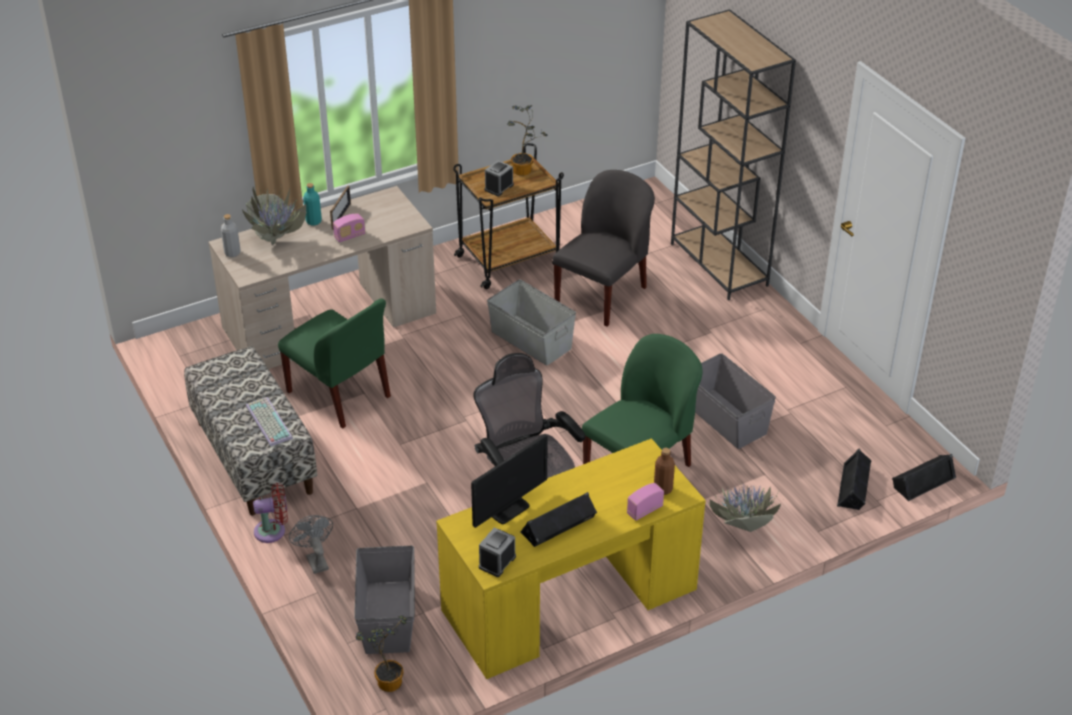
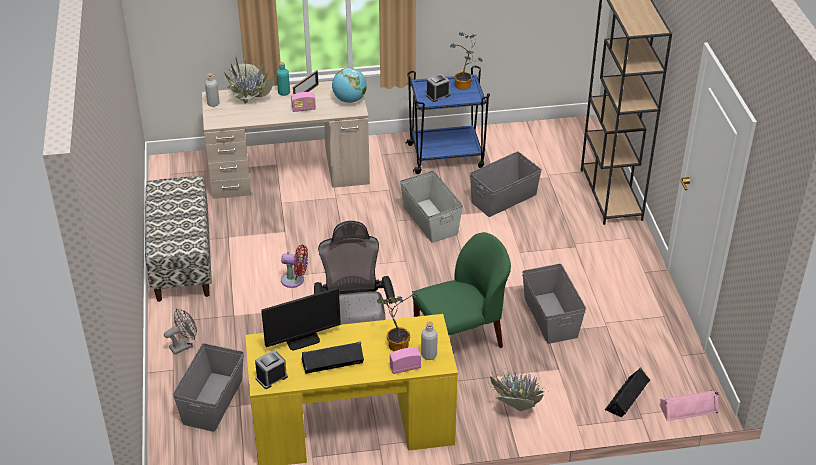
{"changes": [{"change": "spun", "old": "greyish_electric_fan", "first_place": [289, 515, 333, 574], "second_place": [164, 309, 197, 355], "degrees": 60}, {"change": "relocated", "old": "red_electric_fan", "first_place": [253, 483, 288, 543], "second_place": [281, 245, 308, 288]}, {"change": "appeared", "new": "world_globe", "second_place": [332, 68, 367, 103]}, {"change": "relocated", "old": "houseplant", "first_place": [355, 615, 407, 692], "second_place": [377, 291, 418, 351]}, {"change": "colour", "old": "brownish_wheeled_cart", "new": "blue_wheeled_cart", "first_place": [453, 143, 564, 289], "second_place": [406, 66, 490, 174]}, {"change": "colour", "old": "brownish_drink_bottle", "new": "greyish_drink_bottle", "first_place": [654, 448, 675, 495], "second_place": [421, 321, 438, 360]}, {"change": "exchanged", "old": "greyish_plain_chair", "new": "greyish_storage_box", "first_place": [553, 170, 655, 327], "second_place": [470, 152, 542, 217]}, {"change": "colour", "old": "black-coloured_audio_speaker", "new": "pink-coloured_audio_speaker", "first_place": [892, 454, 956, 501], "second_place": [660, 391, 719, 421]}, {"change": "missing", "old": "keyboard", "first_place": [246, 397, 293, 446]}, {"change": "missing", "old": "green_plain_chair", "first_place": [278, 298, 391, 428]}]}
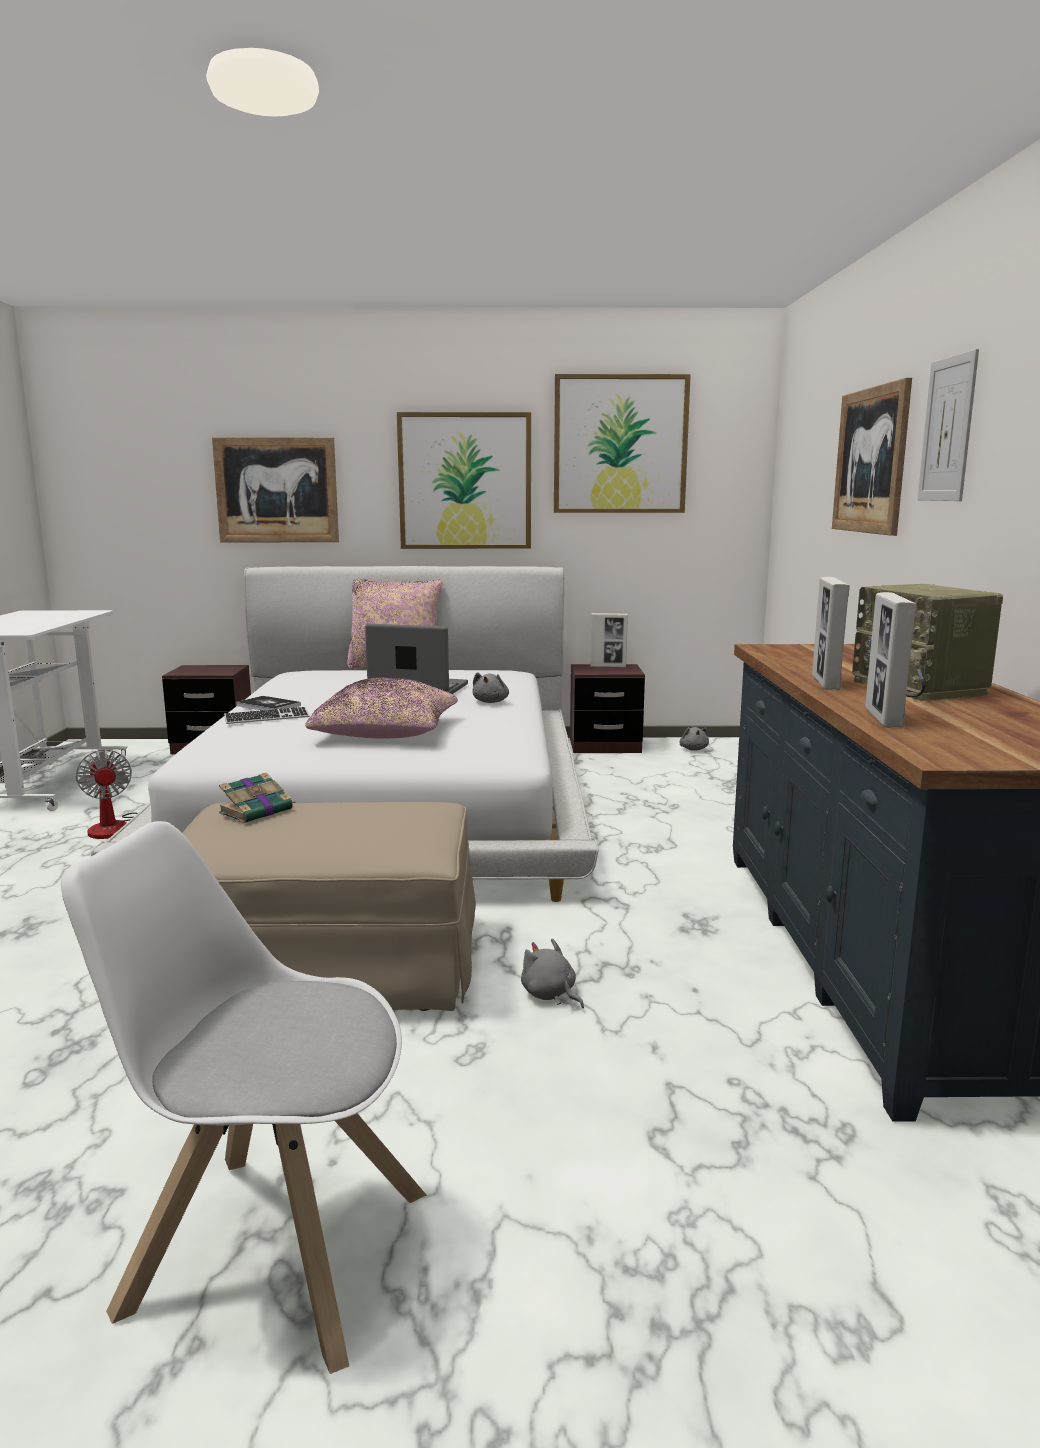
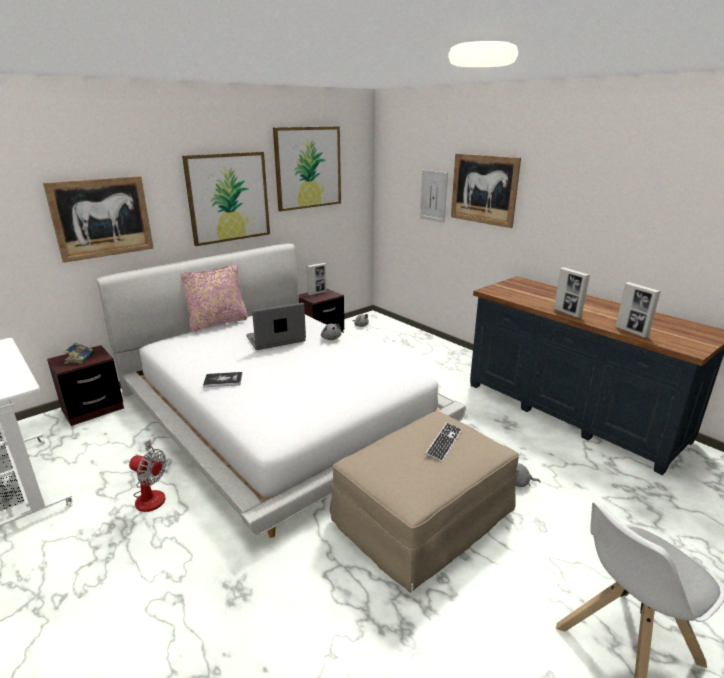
{"changes": [{"change": "relocated", "old": "bound_book", "first_place": [219, 772, 295, 823], "second_place": [63, 342, 94, 363]}, {"change": "relocated", "old": "picture", "first_place": [917, 349, 979, 501], "second_place": [420, 170, 448, 223]}, {"change": "relocated", "old": "keyboard", "first_place": [224, 707, 309, 724], "second_place": [425, 422, 462, 462]}, {"change": "missing", "old": "pink-coloured_pillow", "first_place": [305, 677, 458, 738]}, {"change": "missing", "old": "radio_receiver", "first_place": [852, 584, 1003, 701]}]}
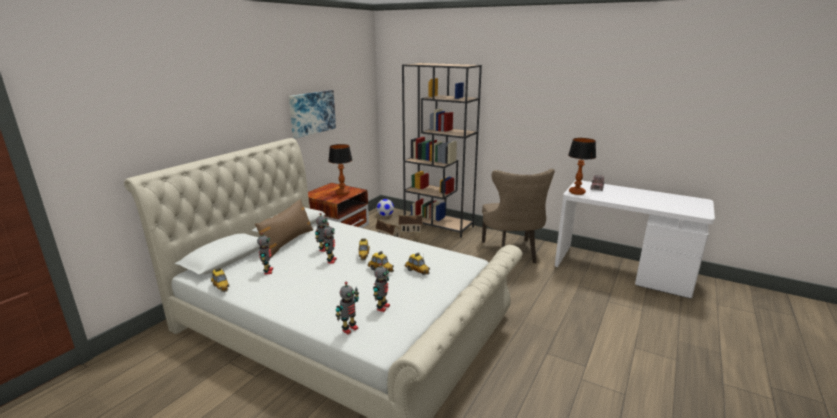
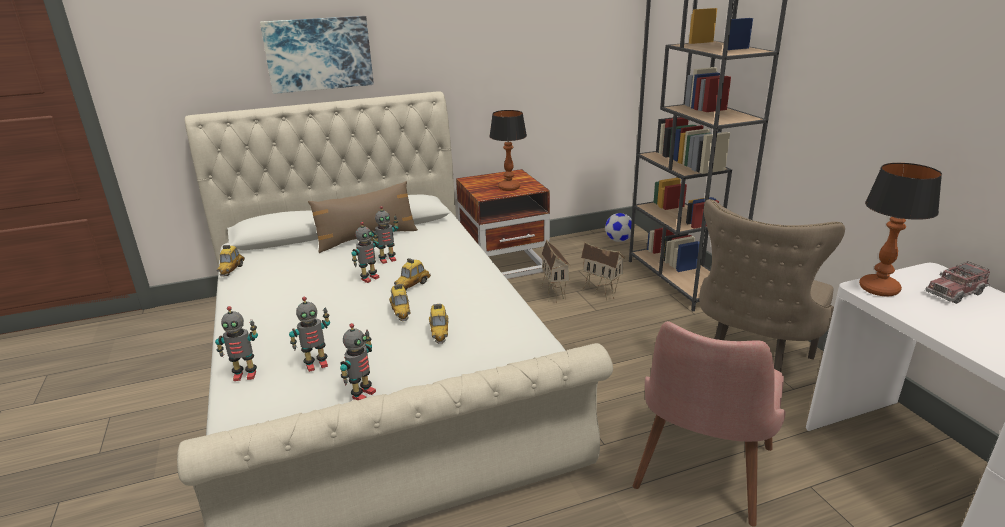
{"changes": [{"change": "relocated", "old": "picture", "first_place": [289, 90, 336, 138], "second_place": [260, 16, 374, 94]}, {"change": "relocated", "old": "robot_figure", "first_place": [257, 232, 273, 274], "second_place": [340, 323, 376, 400]}, {"change": "appeared", "new": "pink-coloured_plain_chair", "second_place": [633, 321, 786, 527]}]}
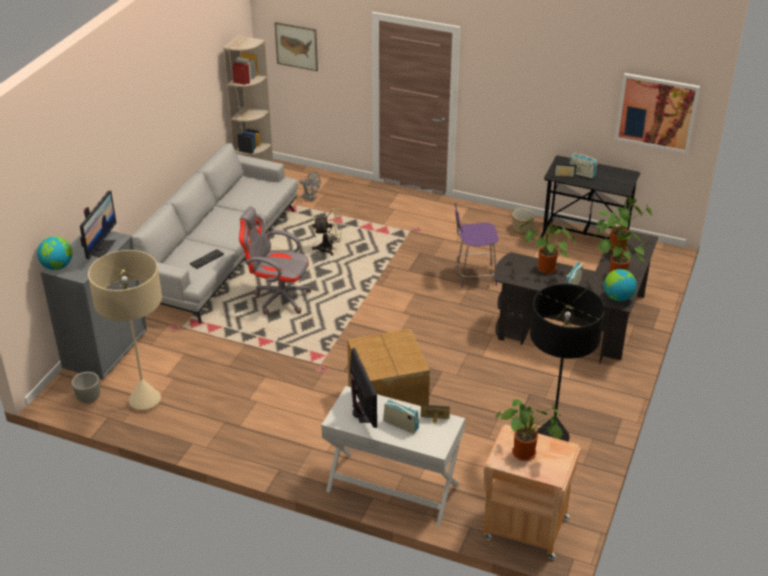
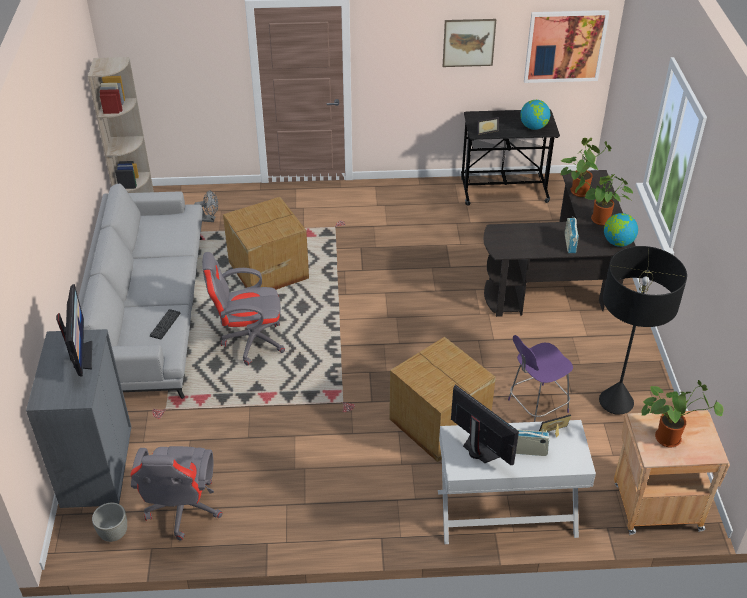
{"changes": [{"change": "exchanged", "old": "beige-coloured_standard_lamp", "new": "greyish_computer_chair", "first_place": [88, 250, 162, 411], "second_place": [130, 446, 222, 541]}, {"change": "exchanged", "old": "beige-coloured_electric_fan", "new": "carton", "first_place": [312, 208, 342, 256], "second_place": [223, 197, 309, 290]}, {"change": "relocated", "old": "picture", "first_place": [275, 22, 318, 71], "second_place": [443, 19, 496, 67]}, {"change": "relocated", "old": "purple_plain_chair", "first_place": [455, 202, 499, 287], "second_place": [508, 335, 573, 422]}, {"change": "relocated", "old": "world_globe", "first_place": [37, 236, 72, 270], "second_place": [520, 100, 550, 130]}, {"change": "missing", "old": "flower_pot", "first_place": [512, 208, 535, 235]}, {"change": "missing", "old": "houseplant", "first_place": [520, 217, 576, 274]}, {"change": "missing", "old": "radio_receiver", "first_place": [569, 152, 597, 179]}]}
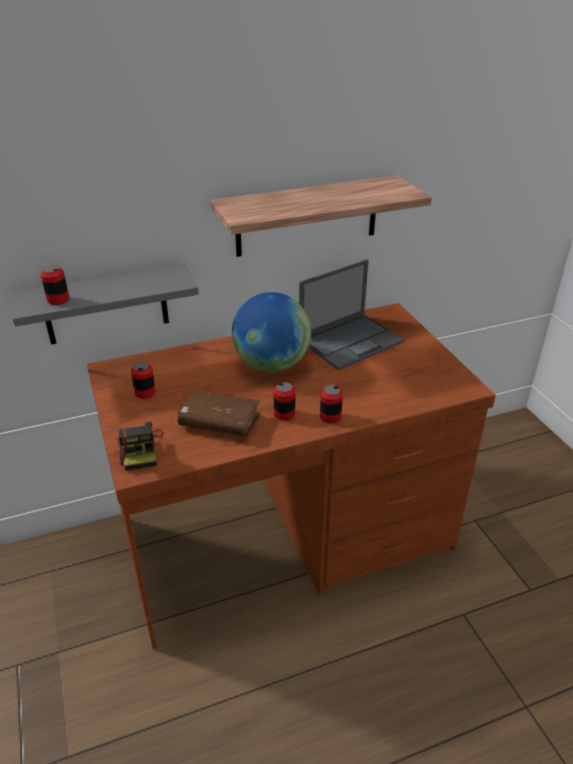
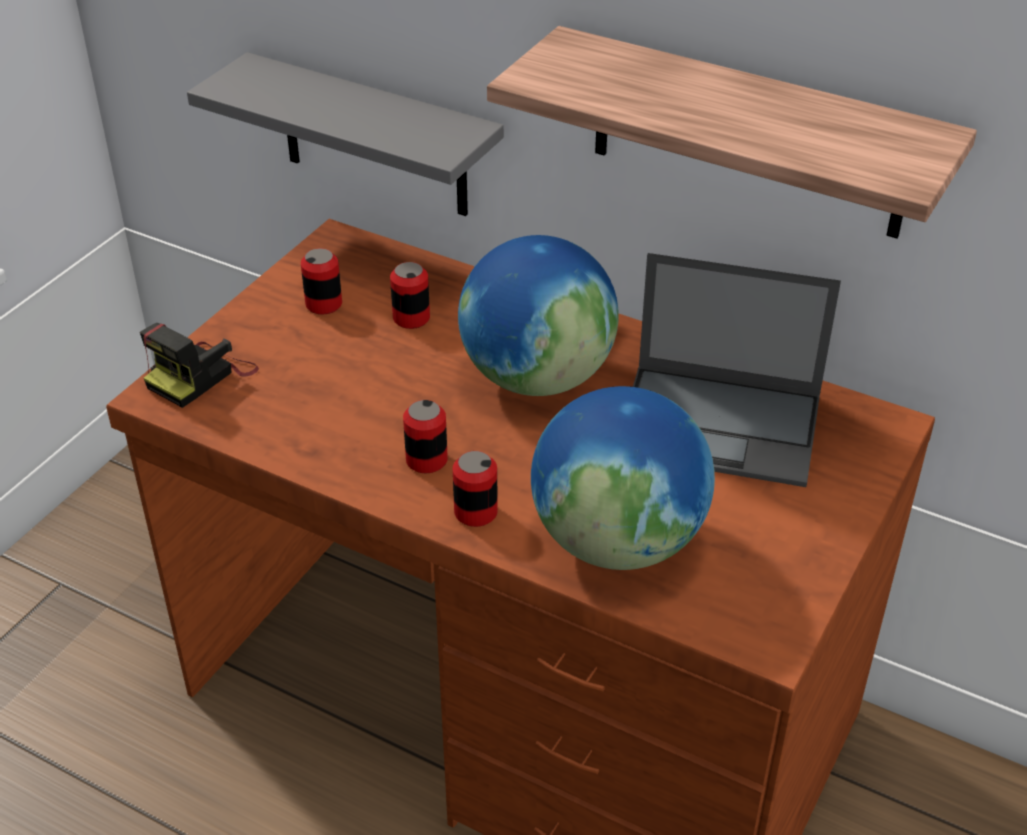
{"changes": [{"change": "relocated", "old": "metal_can", "first_place": [40, 265, 69, 305], "second_place": [390, 262, 430, 329]}, {"change": "appeared", "new": "world_globe", "second_place": [531, 386, 715, 570]}, {"change": "missing", "old": "brownish_bound_book", "first_place": [178, 390, 261, 437]}]}
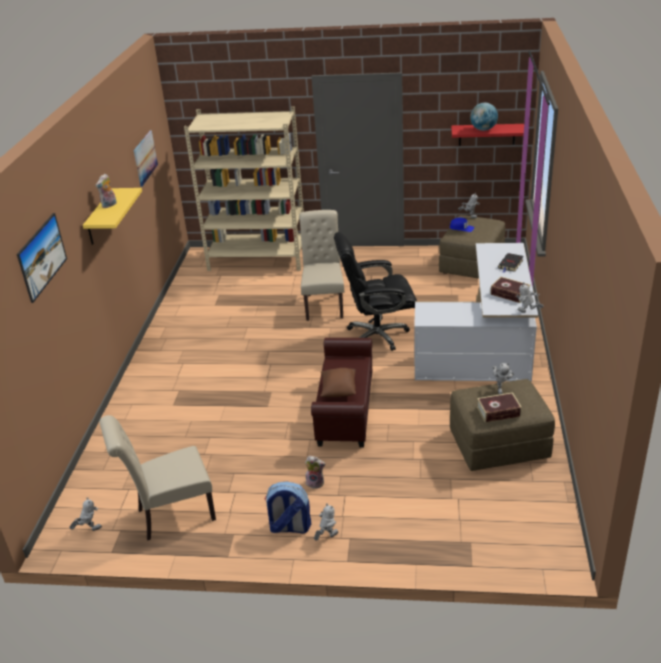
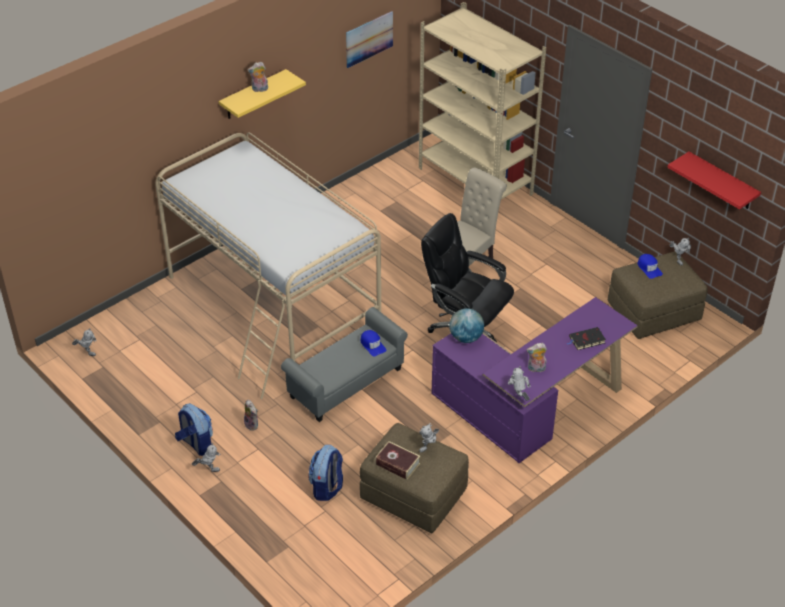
{"changes": [{"change": "appeared", "new": "beige-coloured_bedroom_bed", "second_place": [155, 132, 381, 399]}, {"change": "colour", "old": "brownish_footrest", "new": "greyish_footrest", "first_place": [311, 338, 372, 448], "second_place": [281, 307, 408, 422]}, {"change": "appeared", "new": "backpack", "second_place": [308, 445, 343, 501]}, {"change": "appeared", "new": "blue_cap", "second_place": [361, 330, 387, 356]}, {"change": "colour", "old": "white_desk_unit", "new": "purple_desk_unit", "first_place": [414, 243, 538, 382], "second_place": [431, 297, 638, 463]}, {"change": "relocated", "old": "world_globe", "first_place": [470, 103, 498, 131], "second_place": [449, 308, 484, 343]}, {"change": "exchanged", "old": "bound_book", "new": "cuddly_toy", "first_place": [490, 277, 530, 303], "second_place": [527, 343, 547, 372]}, {"change": "missing", "old": "picture", "first_place": [17, 213, 67, 303]}, {"change": "missing", "old": "beige-coloured_plain_chair", "first_place": [100, 415, 216, 541]}, {"change": "missing", "old": "brownish_pillow", "first_place": [320, 368, 356, 397]}]}
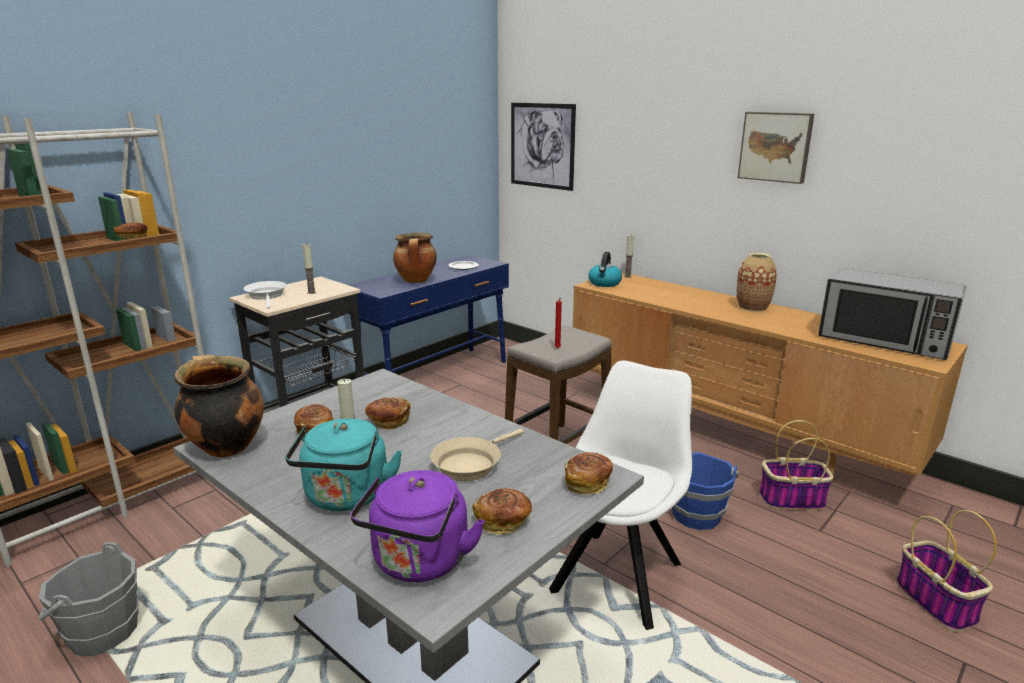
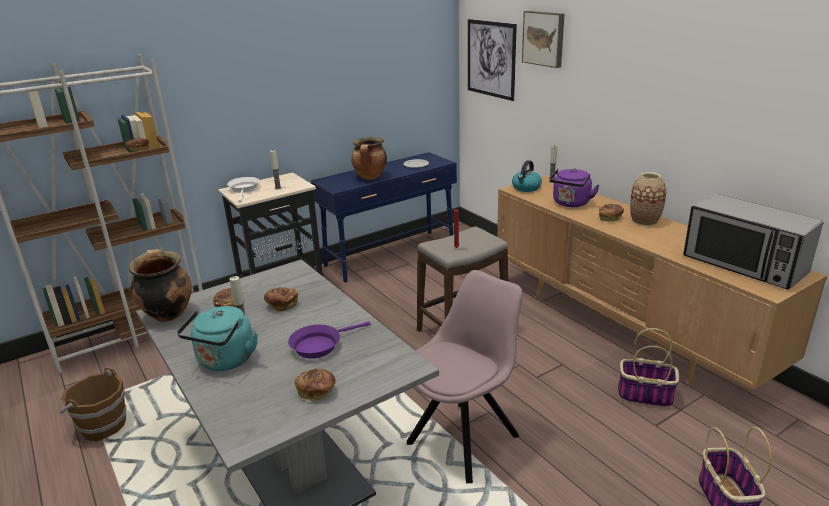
{"changes": [{"change": "colour", "old": "greyish_pail", "new": "brownish_pail", "first_place": [38, 542, 138, 656], "second_place": [59, 367, 126, 441]}, {"change": "colour", "old": "beige-coloured_pan", "new": "purple_pan", "first_place": [430, 429, 524, 481], "second_place": [288, 321, 371, 359]}, {"change": "colour", "old": "white_plain_chair", "new": "pink-coloured_plain_chair", "first_place": [549, 360, 692, 630], "second_place": [407, 270, 523, 483]}, {"change": "relocated", "old": "picture", "first_place": [738, 112, 814, 184], "second_place": [522, 11, 565, 68]}, {"change": "relocated", "old": "purple_water_kettle", "first_place": [350, 470, 484, 582], "second_place": [549, 168, 599, 207]}, {"change": "relocated", "old": "baked_bread", "first_place": [565, 452, 613, 494], "second_place": [599, 204, 624, 222]}, {"change": "missing", "old": "blue_pail", "first_place": [672, 452, 739, 530]}]}
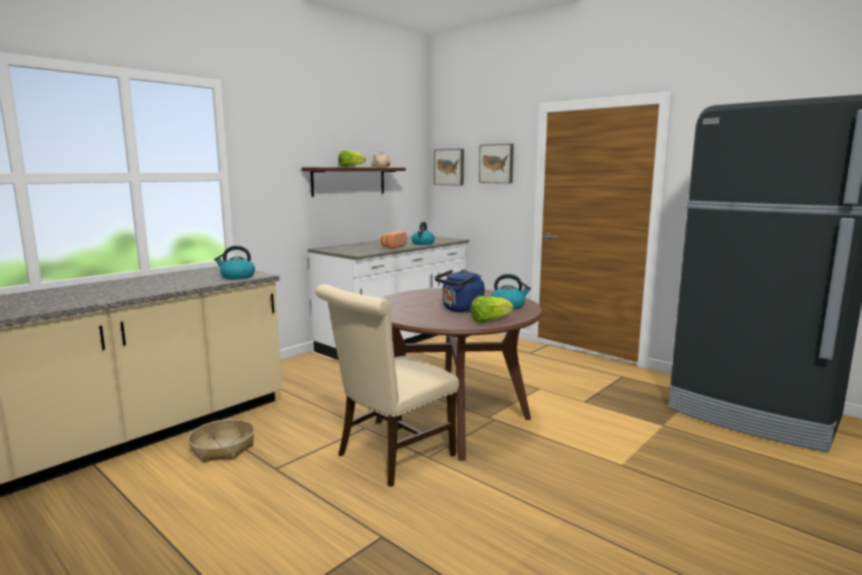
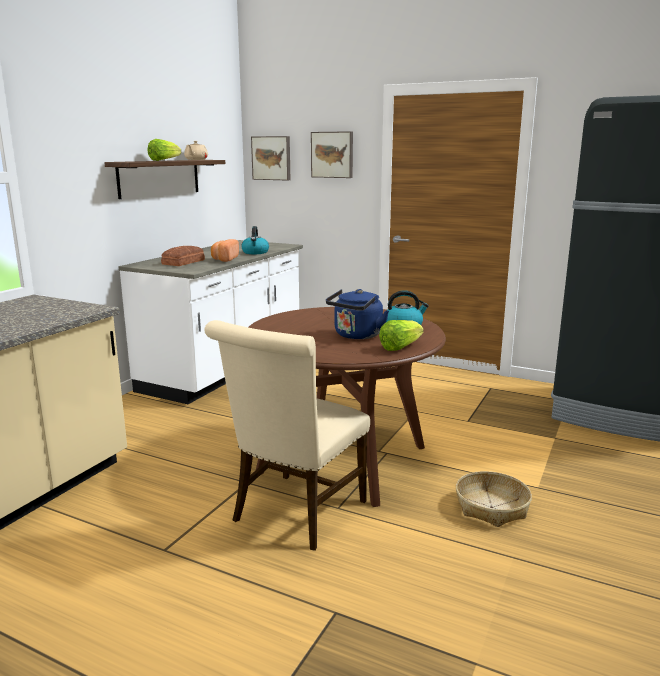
{"changes": [{"change": "appeared", "new": "baked_bread", "second_place": [161, 246, 205, 266]}, {"change": "relocated", "old": "basket", "first_place": [188, 419, 255, 462], "second_place": [456, 471, 532, 527]}, {"change": "missing", "old": "water_kettle", "first_place": [214, 246, 255, 280]}]}
